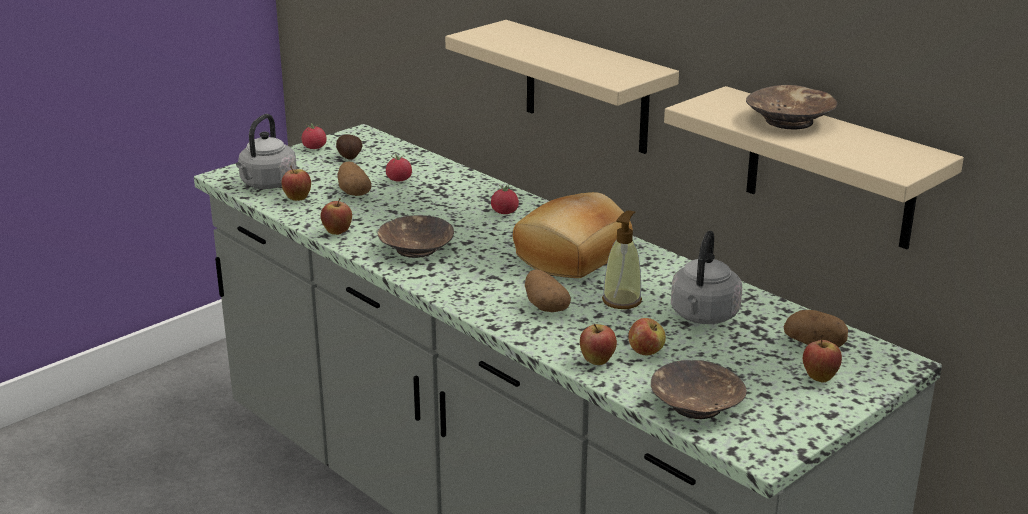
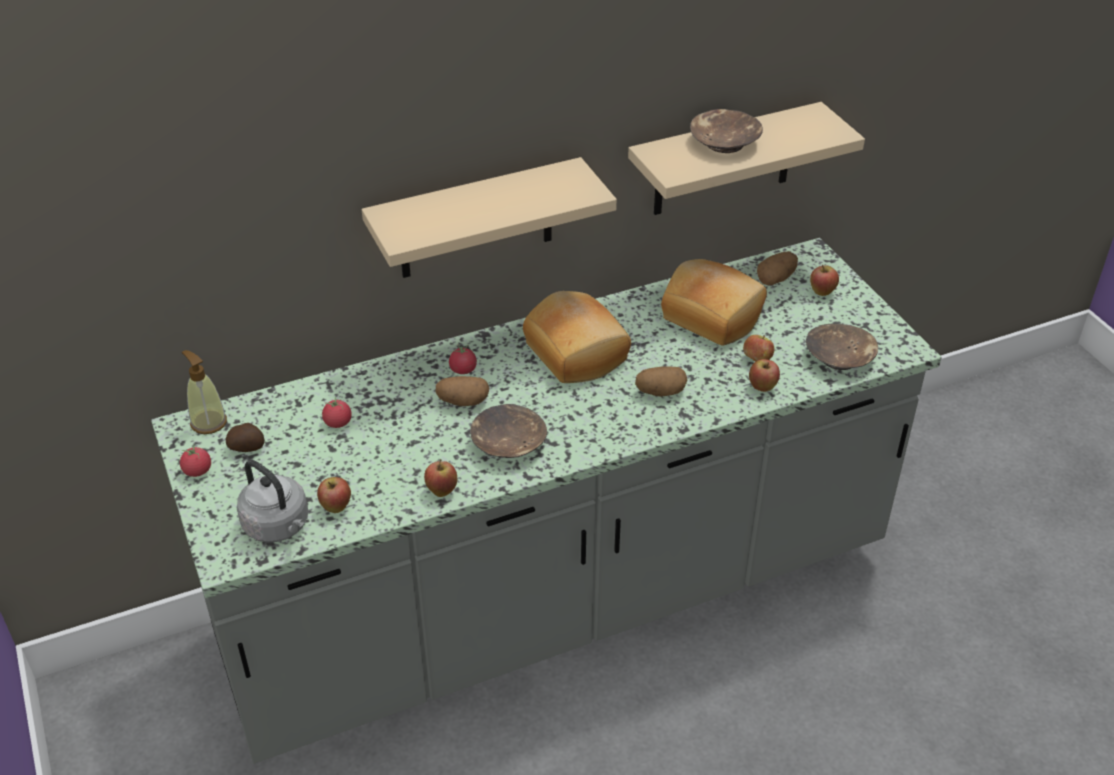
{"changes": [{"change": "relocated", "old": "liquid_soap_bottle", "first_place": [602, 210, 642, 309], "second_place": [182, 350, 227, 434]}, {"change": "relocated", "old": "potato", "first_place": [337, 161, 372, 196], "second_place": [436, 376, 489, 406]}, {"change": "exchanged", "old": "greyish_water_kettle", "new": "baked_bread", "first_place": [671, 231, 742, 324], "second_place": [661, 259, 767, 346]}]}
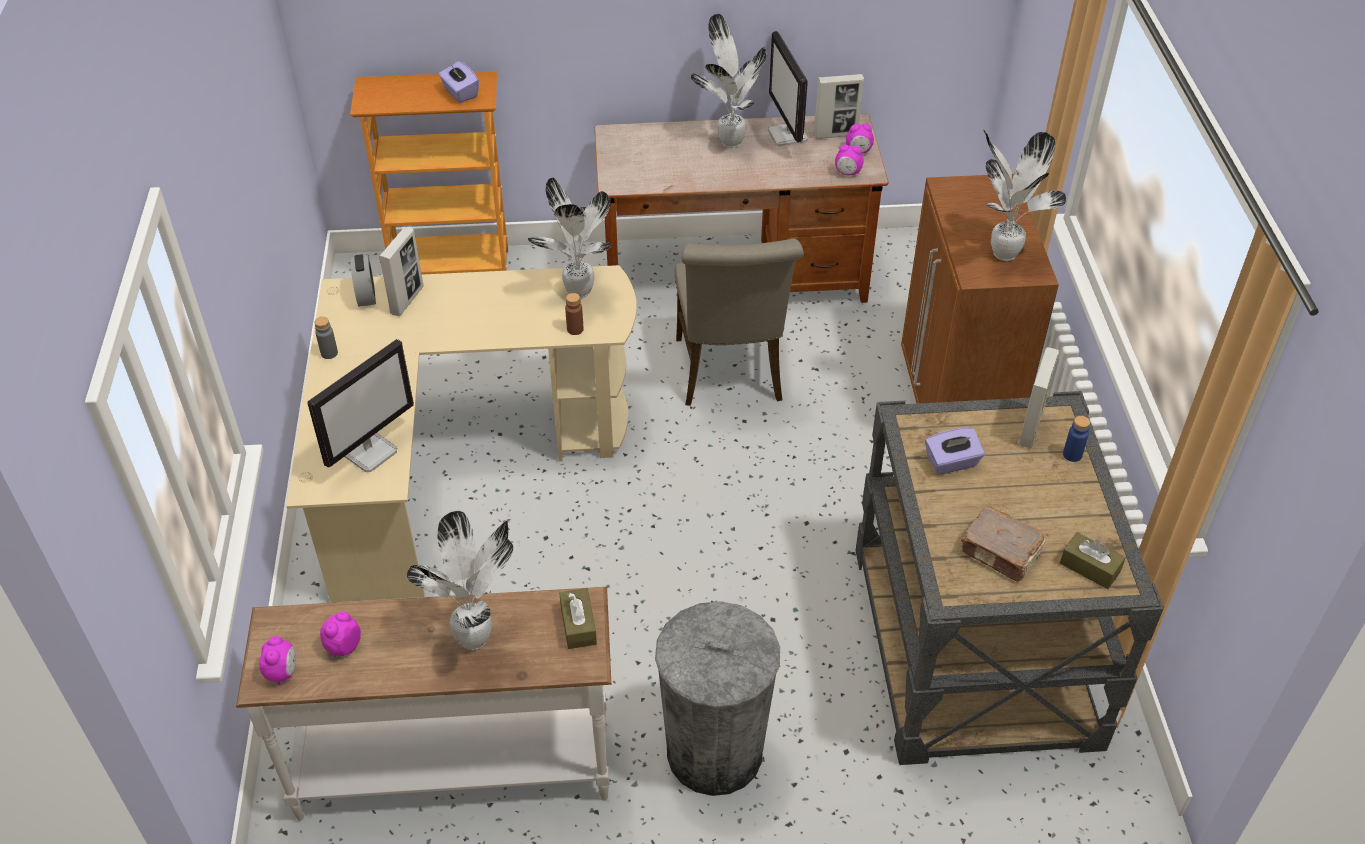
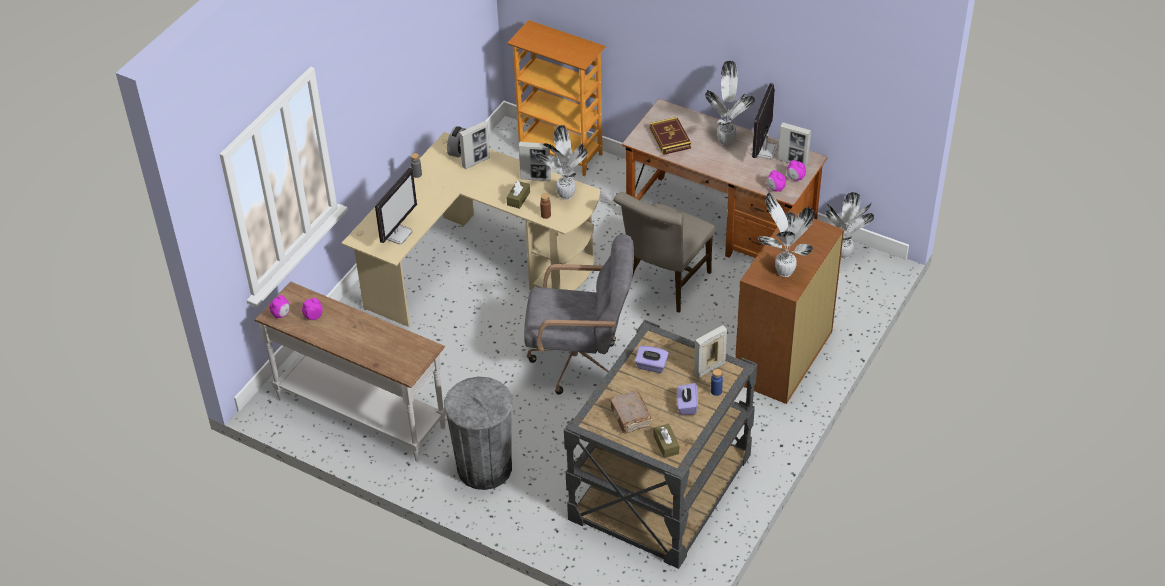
{"changes": [{"change": "spun", "old": "monitor", "first_place": [307, 339, 414, 472], "second_place": [375, 167, 417, 245], "degrees": -45}, {"change": "relocated", "old": "brownish_box_of_tissues", "first_place": [559, 588, 597, 649], "second_place": [507, 181, 530, 209]}, {"change": "appeared", "new": "photo_frame", "second_place": [519, 142, 551, 181]}, {"change": "appeared", "new": "greyish_computer_chair", "second_place": [524, 234, 634, 395]}, {"change": "appeared", "new": "bound_book", "second_place": [649, 117, 691, 155]}, {"change": "relocated", "old": "purple_box_of_tissues", "first_place": [439, 61, 479, 103], "second_place": [677, 383, 698, 415]}, {"change": "relocated", "old": "houseplant", "first_place": [407, 511, 513, 650], "second_place": [826, 192, 874, 259]}]}
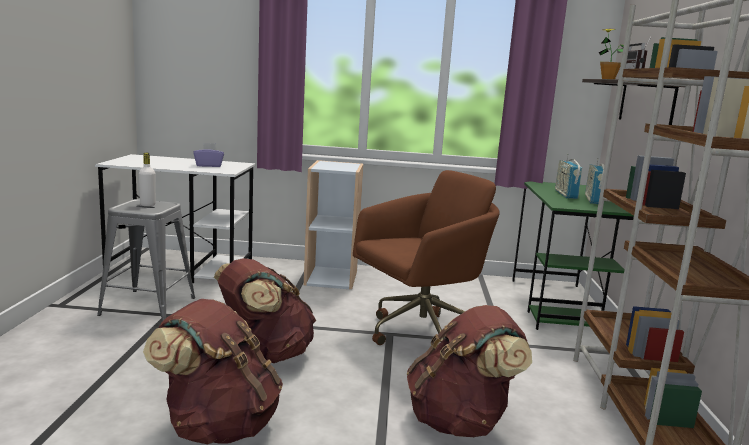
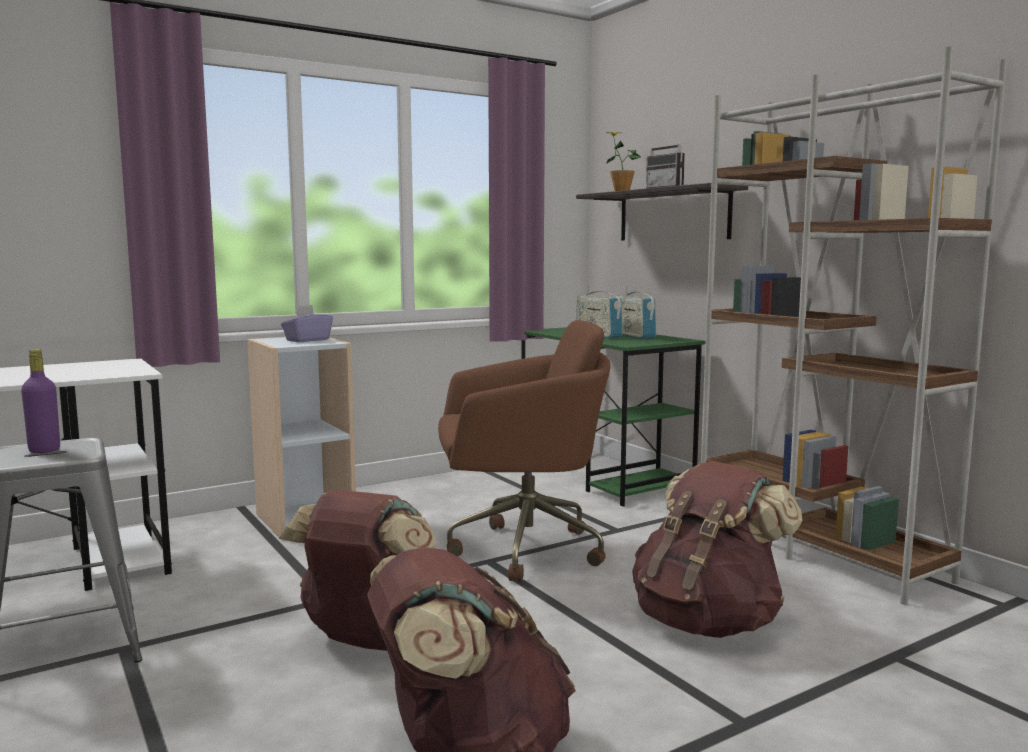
{"changes": [{"change": "colour", "old": "white_drink_bottle", "new": "purple_drink_bottle", "first_place": [139, 153, 156, 206], "second_place": [21, 349, 60, 453]}, {"change": "relocated", "old": "purple_box_of_tissues", "first_place": [193, 143, 224, 167], "second_place": [281, 305, 333, 342]}, {"change": "spun", "old": "brownish_computer_chair", "first_place": [353, 170, 500, 345], "second_place": [438, 320, 610, 582], "degrees": 60}]}
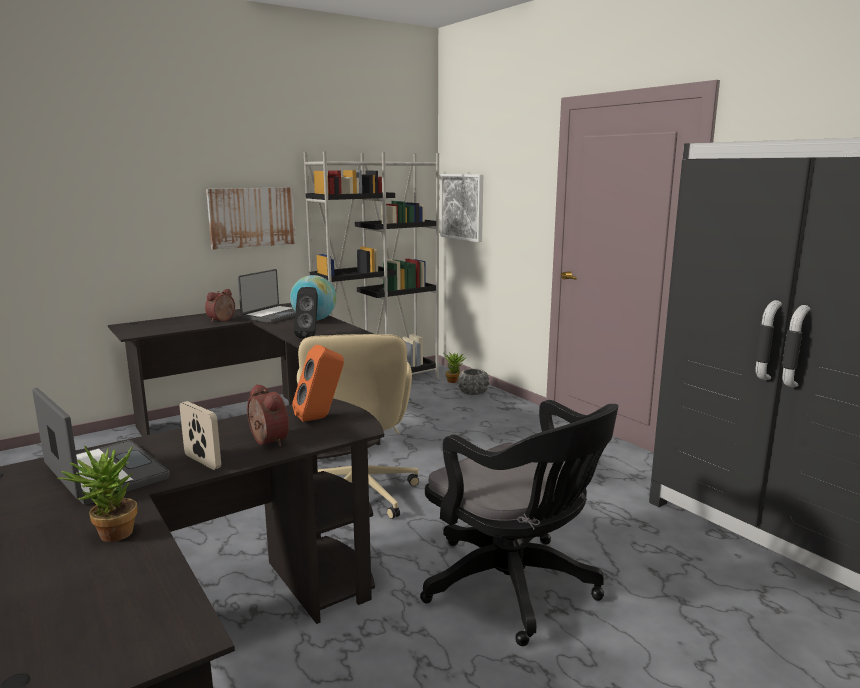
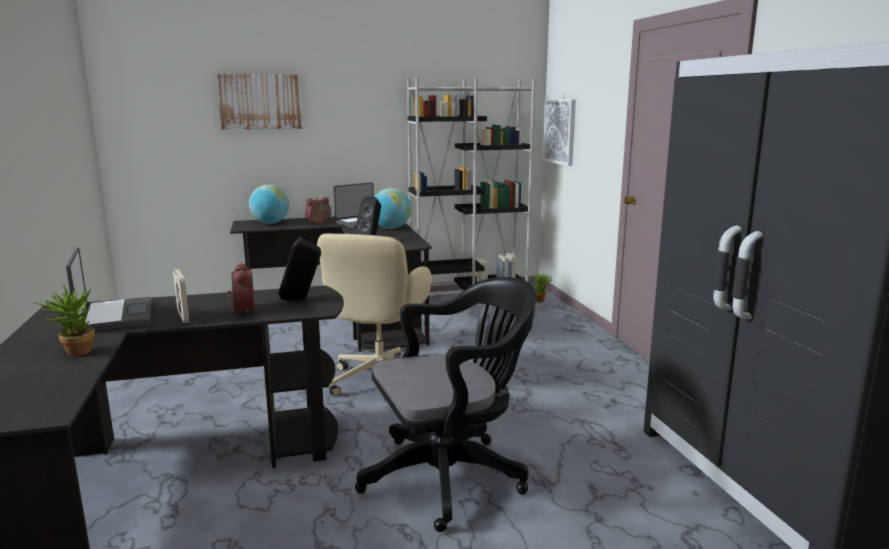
{"changes": [{"change": "relocated", "old": "picture", "first_place": [206, 187, 296, 250], "second_place": [217, 74, 303, 129]}, {"change": "appeared", "new": "world_globe", "second_place": [249, 185, 289, 224]}, {"change": "colour", "old": "orange_audio_speaker", "new": "black-coloured_audio_speaker", "first_place": [292, 345, 344, 422], "second_place": [278, 237, 321, 300]}, {"change": "spun", "old": "black-coloured_computer_chair", "first_place": [420, 400, 619, 646], "second_place": [355, 277, 537, 532], "degrees": -90}, {"change": "missing", "old": "greyish_flower_pot", "first_place": [457, 368, 489, 395]}]}
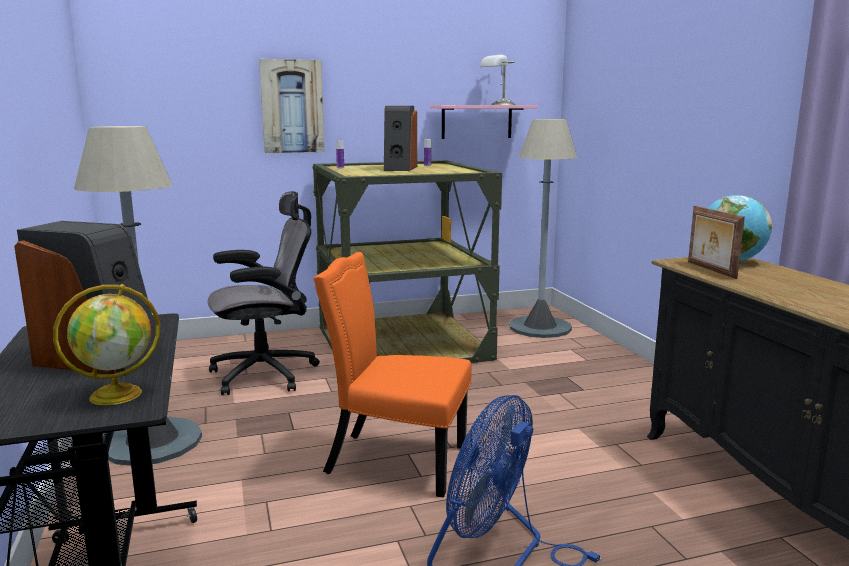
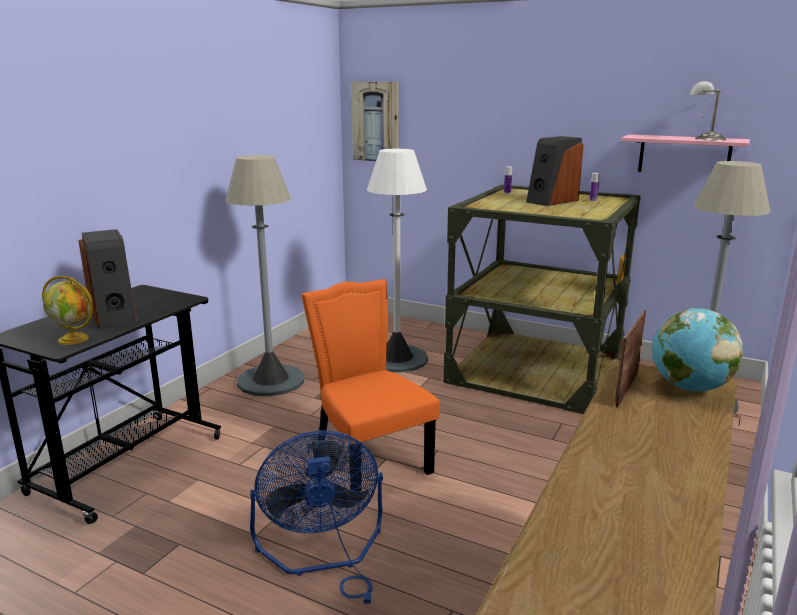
{"changes": [{"change": "relocated", "old": "picture", "first_place": [259, 59, 324, 153], "second_place": [351, 82, 398, 161]}, {"change": "exchanged", "old": "computer_chair", "new": "white_standard_lamp", "first_place": [208, 191, 320, 395], "second_place": [367, 149, 428, 373]}]}
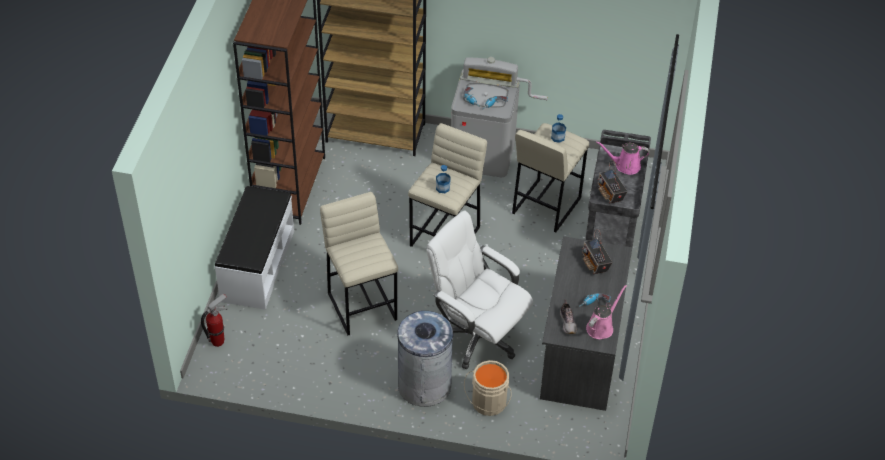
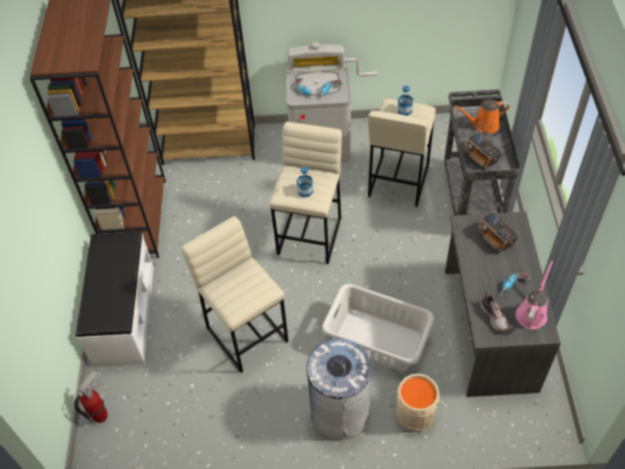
{"changes": [{"change": "exchanged", "old": "white_computer_chair", "new": "greyish_washing_basket", "first_place": [426, 210, 533, 369], "second_place": [322, 284, 435, 372]}, {"change": "colour", "old": "pink-coloured_watering_pot", "new": "orange_watering_pot", "first_place": [596, 141, 649, 175], "second_place": [454, 99, 509, 134]}]}
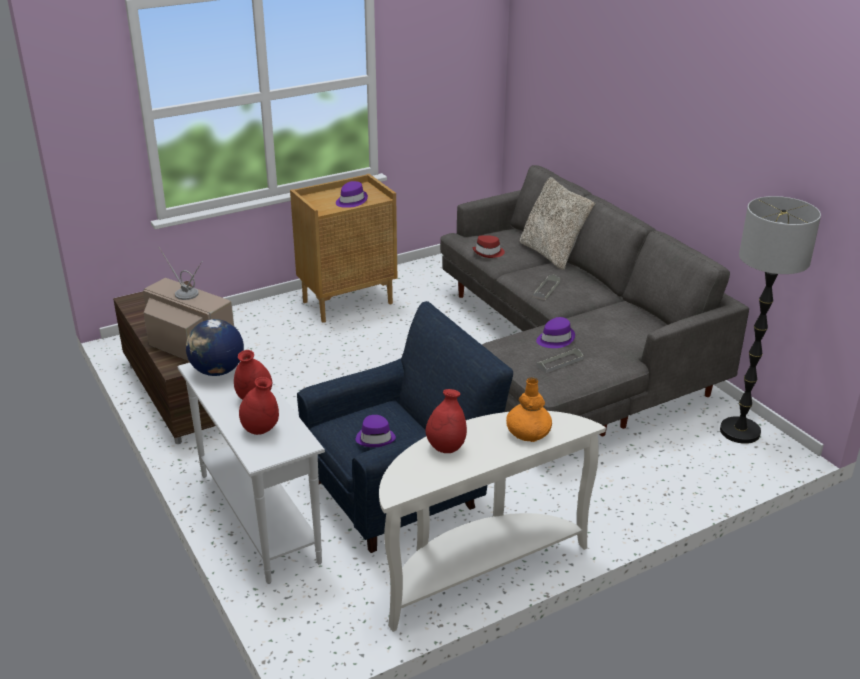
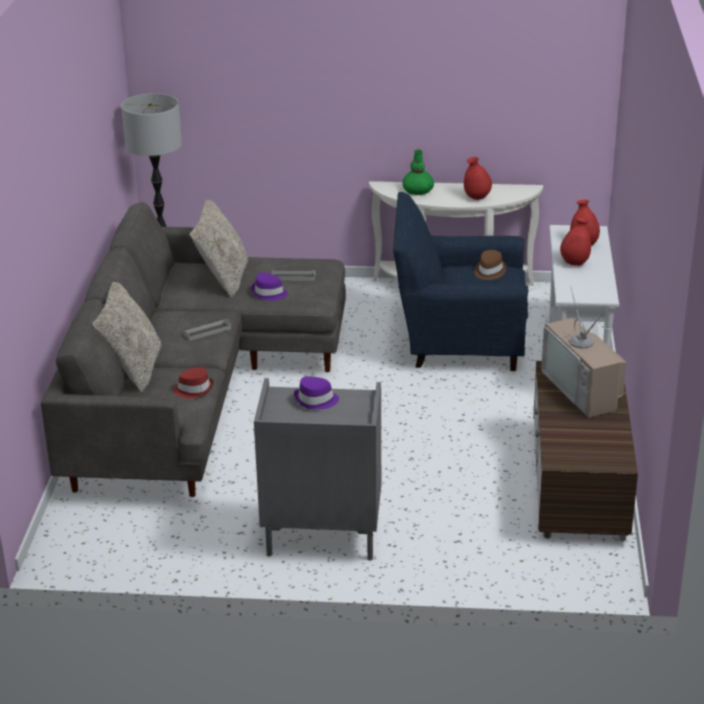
{"changes": [{"change": "appeared", "new": "beige-coloured_pillow", "second_place": [190, 200, 248, 298]}, {"change": "colour", "old": "brownish_cupboard", "new": "greyish_cupboard", "first_place": [290, 174, 397, 323], "second_place": [254, 378, 381, 561]}, {"change": "colour", "old": "orange_decorative_vase", "new": "green_decorative_vase", "first_place": [506, 377, 552, 442], "second_place": [402, 150, 434, 195]}, {"change": "colour", "old": "purple_wearable_hat", "new": "brownish_wearable_hat", "first_place": [356, 415, 396, 447], "second_place": [474, 250, 507, 280]}, {"change": "missing", "old": "world_globe", "first_place": [186, 319, 244, 376]}]}
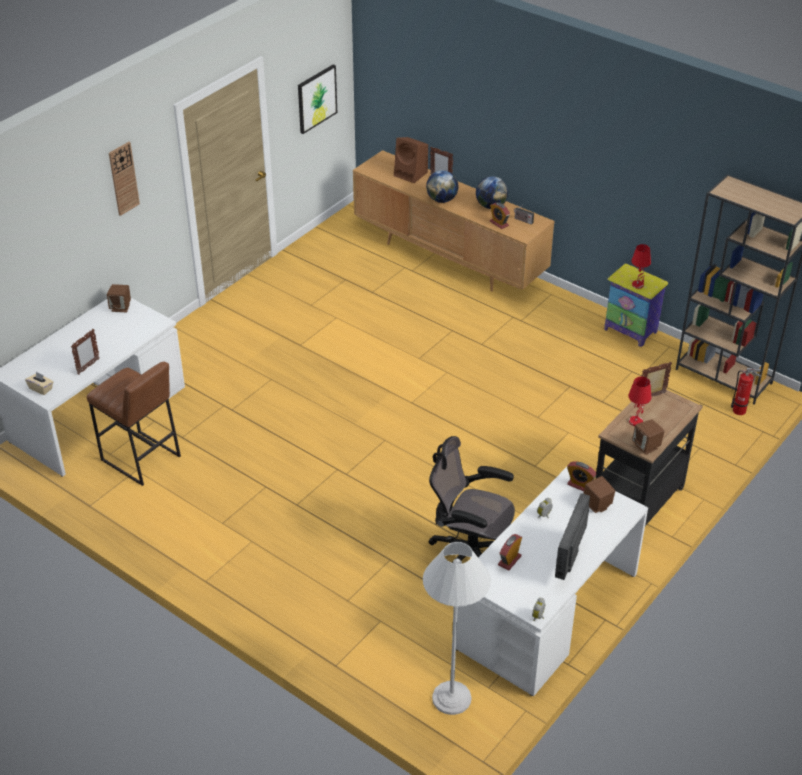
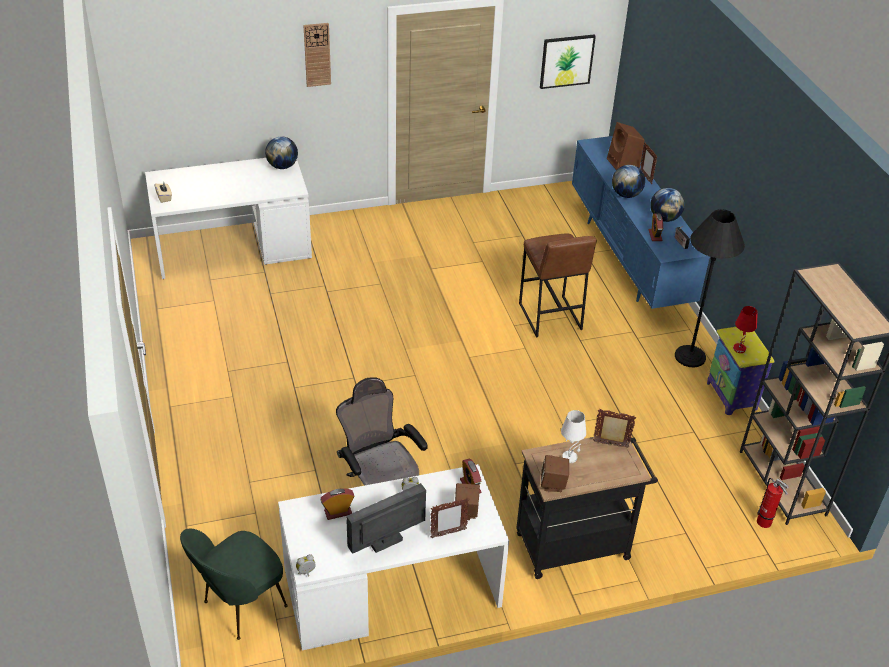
{"changes": [{"change": "exchanged", "old": "white_standard_lamp", "new": "green_plain_chair", "first_place": [423, 542, 491, 715], "second_place": [180, 529, 288, 640]}, {"change": "exchanged", "old": "brownish_audio_speaker", "new": "world_globe", "first_place": [107, 284, 131, 312], "second_place": [265, 136, 298, 169]}, {"change": "relocated", "old": "photo_frame", "first_place": [71, 329, 100, 375], "second_place": [431, 497, 469, 538]}, {"change": "relocated", "old": "brownish_stool", "first_place": [87, 361, 181, 486], "second_place": [519, 234, 597, 337]}, {"change": "colour", "old": "red_tabletop_lamp", "new": "white_tabletop_lamp", "first_place": [628, 377, 651, 426], "second_place": [561, 410, 586, 463]}, {"change": "colour", "old": "brownish_cupboard", "new": "blue_cupboard", "first_place": [353, 150, 555, 292], "second_place": [572, 136, 710, 309]}, {"change": "appeared", "new": "black-coloured_standard_lamp", "second_place": [675, 209, 745, 367]}]}
